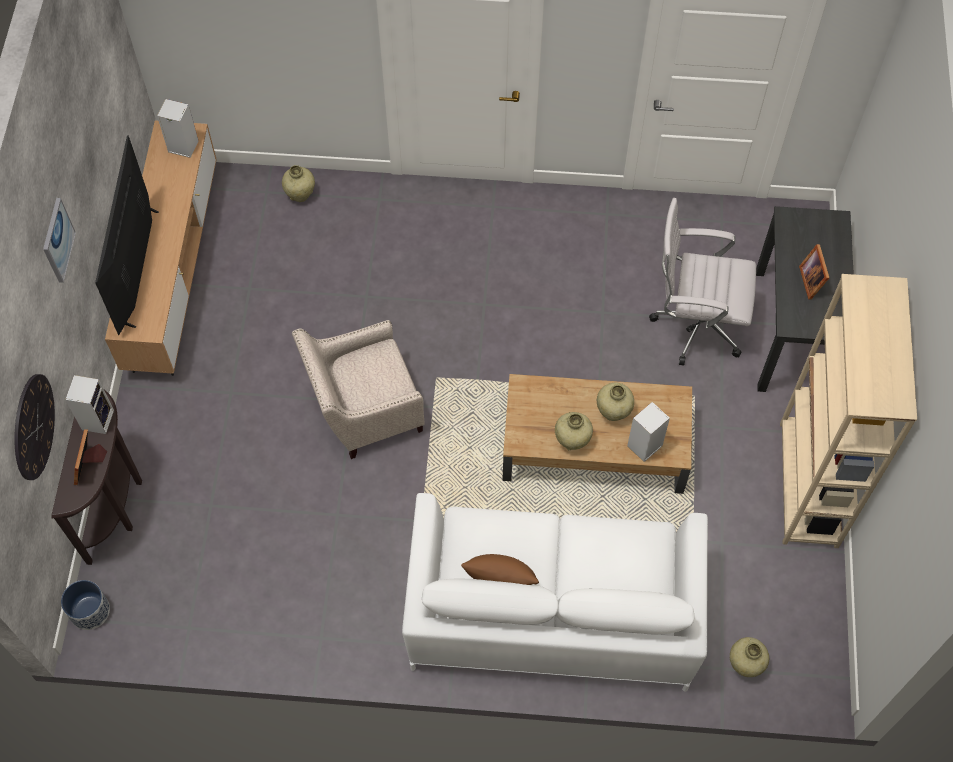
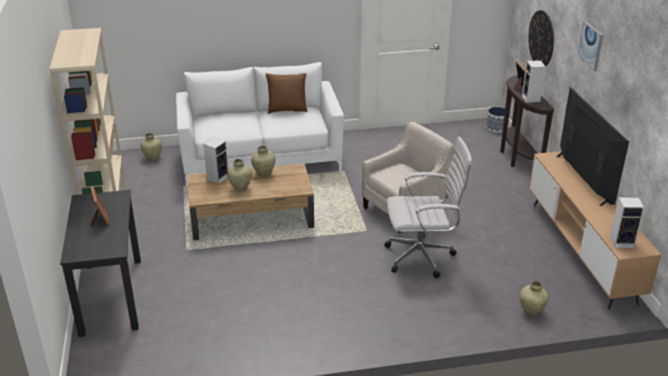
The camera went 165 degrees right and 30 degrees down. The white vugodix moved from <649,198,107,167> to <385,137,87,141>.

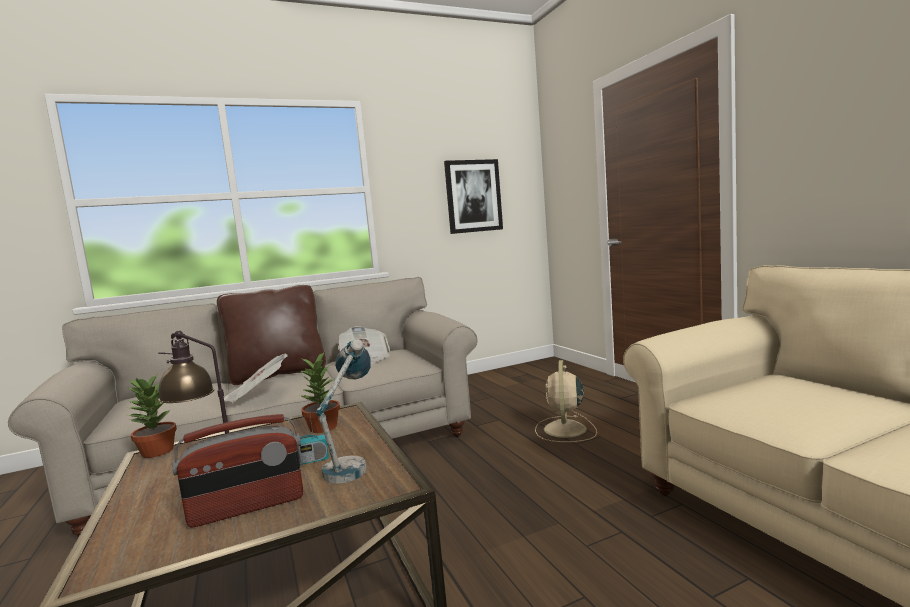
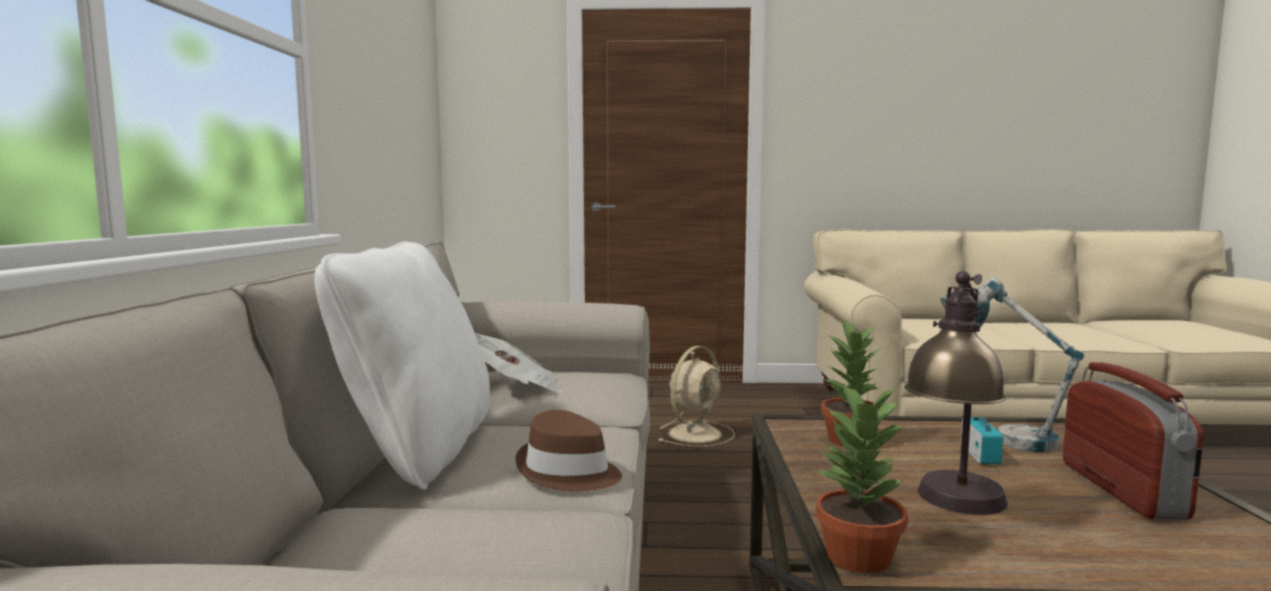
The camera went 65 degrees left and 0 degrees up. The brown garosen at <217,285,109,100> became the white garosen at <314,241,176,249>. The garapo at <224,354,64,48> was replaced by the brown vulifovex at <516,410,106,82>. The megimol at <444,159,59,75> disappeared. The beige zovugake at <535,360,62,82> turned 90 degrees counterclockwise.

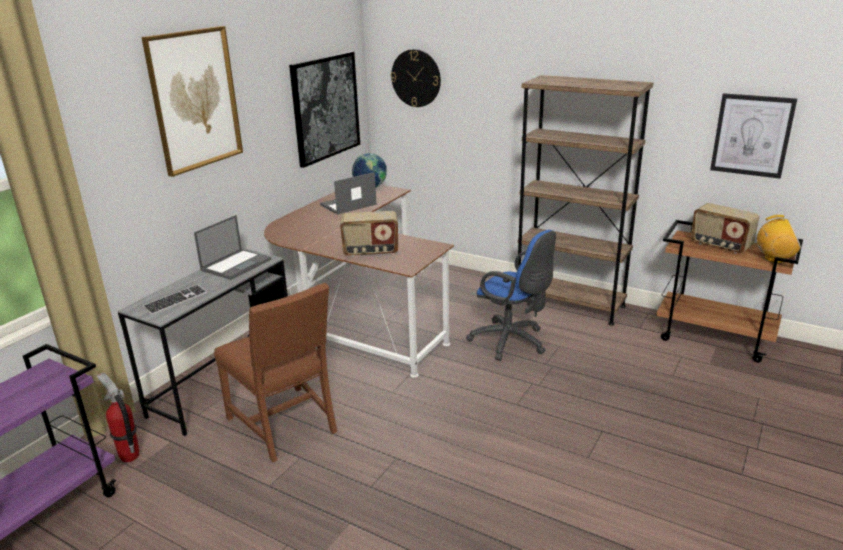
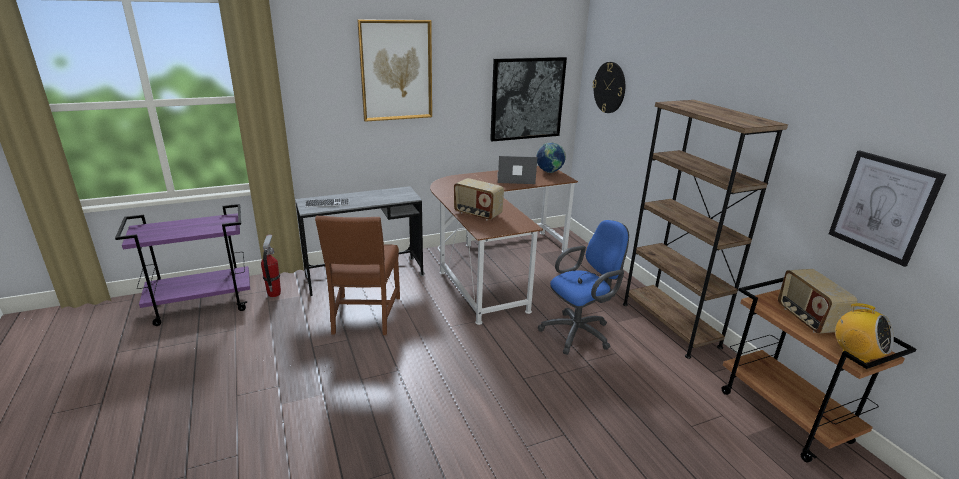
The camera went 35 degrees right and 0 degrees up. The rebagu at <194,215,77,65> disappeared. The blue vugodix at <466,230,90,131> turned 105 degrees counterclockwise.

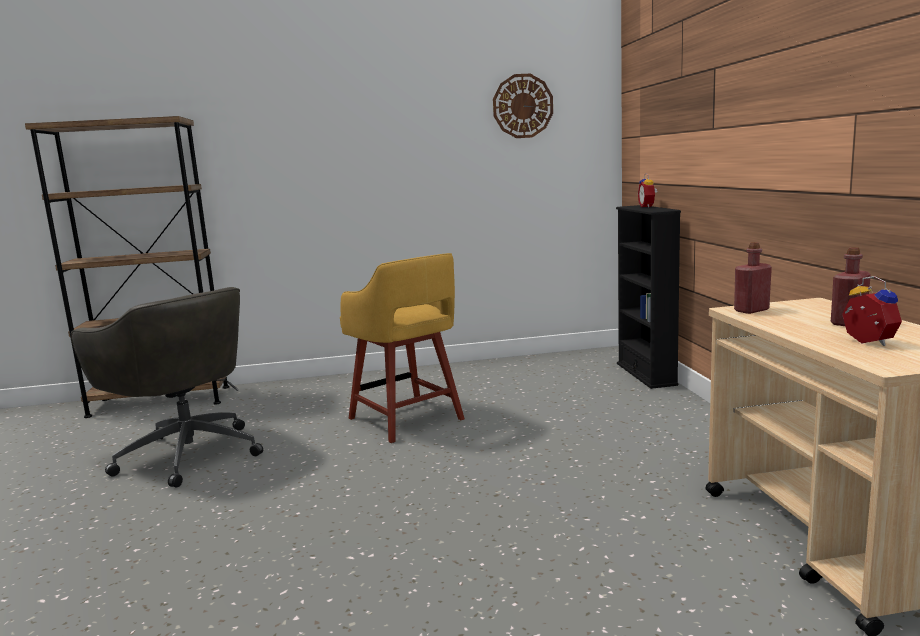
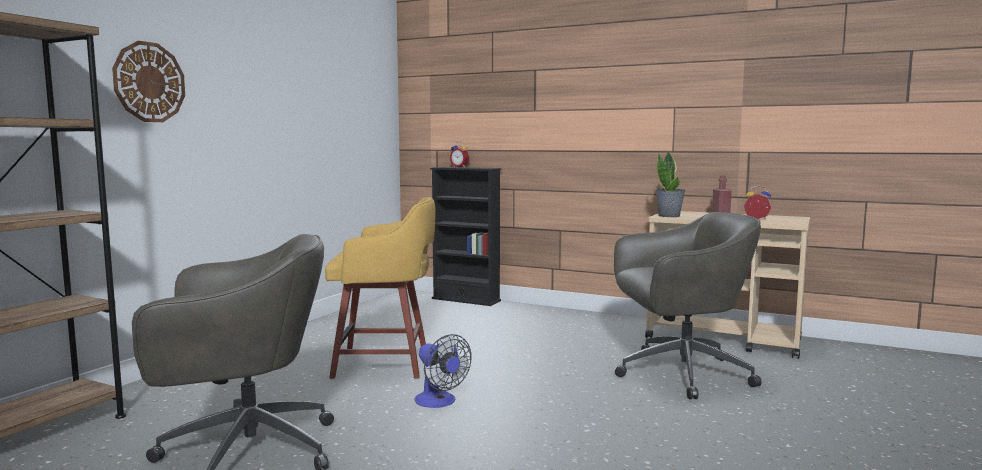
The camera went 55 degrees left and 5 degrees down. The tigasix moved from <493,74,60,64> to <112,41,73,81>. The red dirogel at <734,242,38,72> was replaced by the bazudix at <655,151,31,66>. The zovugake at <415,334,57,74> appeared. The grey vugodix at <614,212,148,187> appeared.

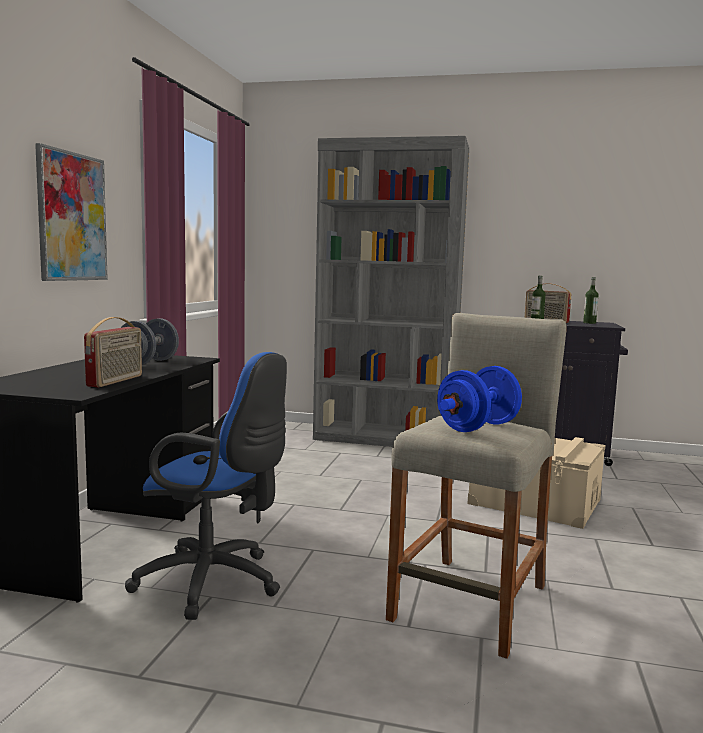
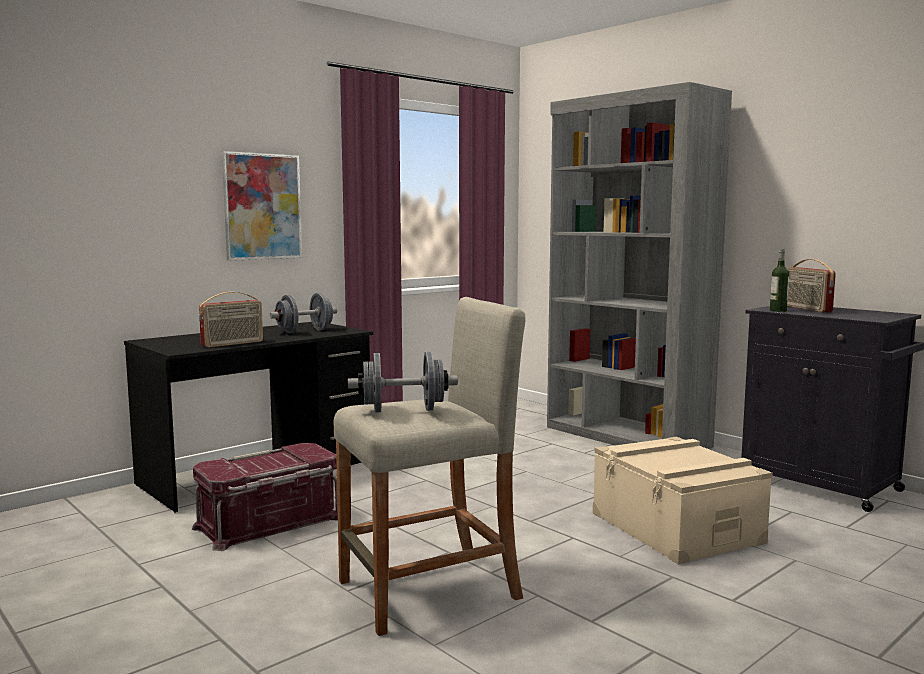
The camera went 35 degrees right and 0 degrees up. The blue vugodix at <125,352,162,268> was replaced by the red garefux at <192,443,146,108>. The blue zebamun at <437,366,85,66> became the grey zebamun at <348,352,110,60>. The dirogel at <583,277,15,47> disappeared.

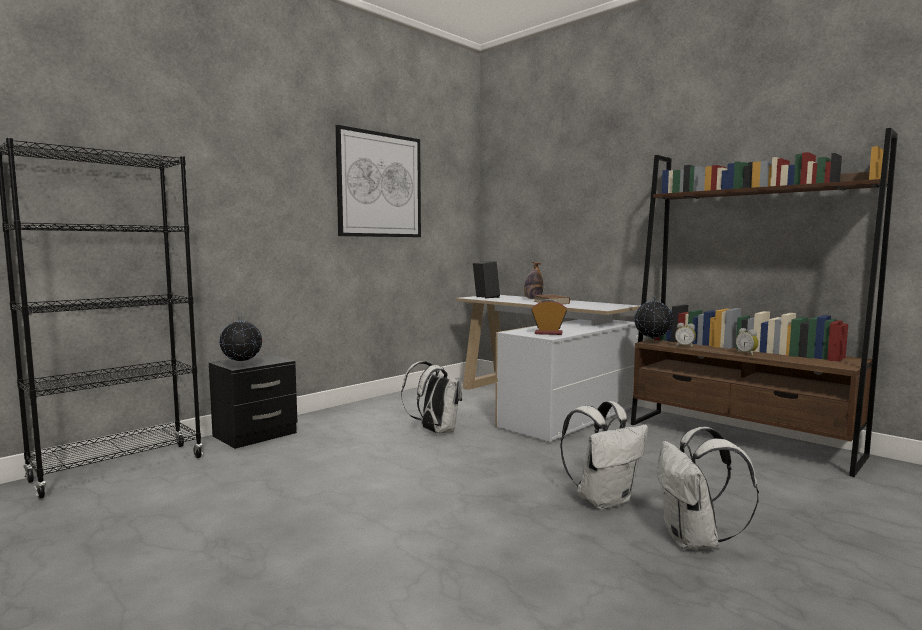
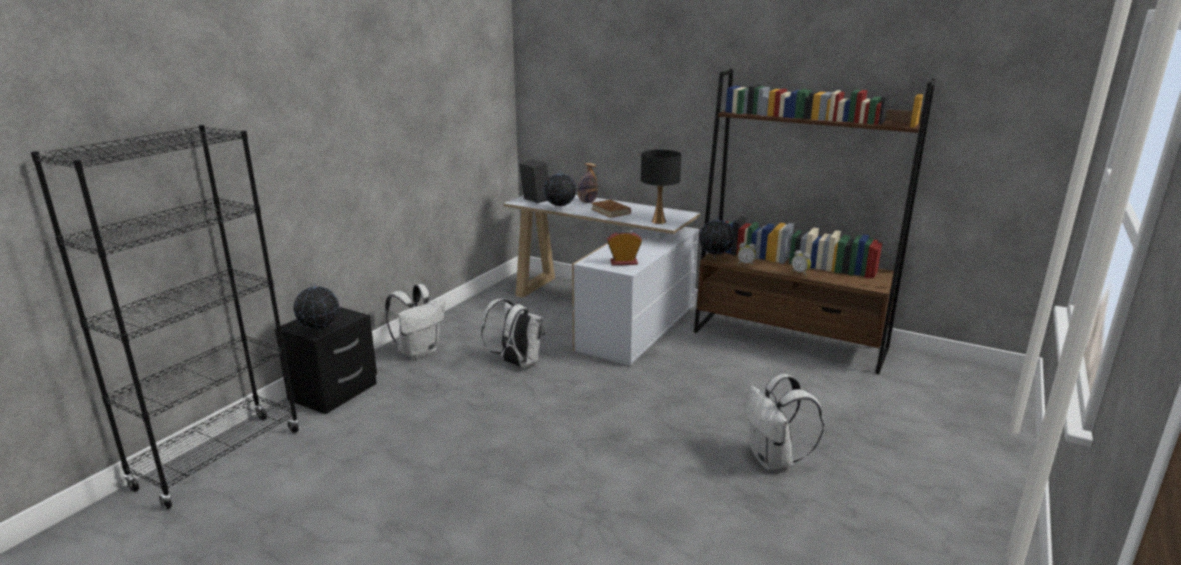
The camera went 15 degrees left and 15 degrees up. The megimol at <335,125,86,112> disappeared. The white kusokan moved from <560,401,88,109> to <385,284,60,75>. The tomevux at <544,170,32,40> appeared. The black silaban at <641,150,40,74> appeared.

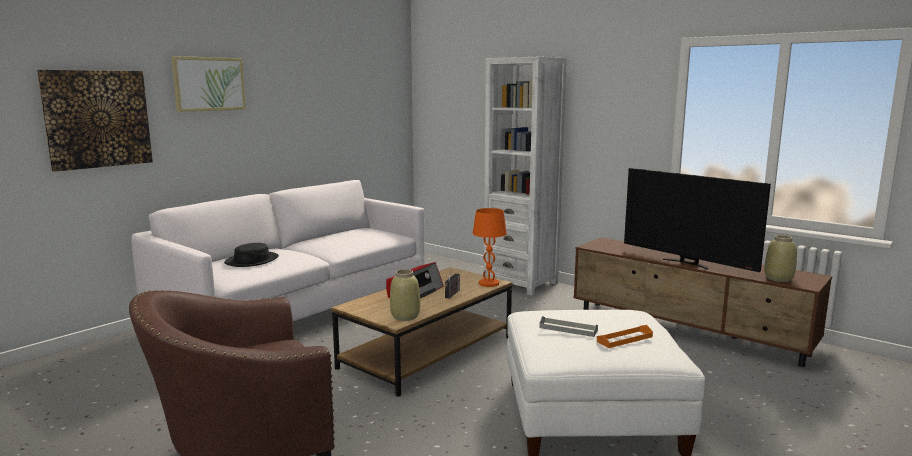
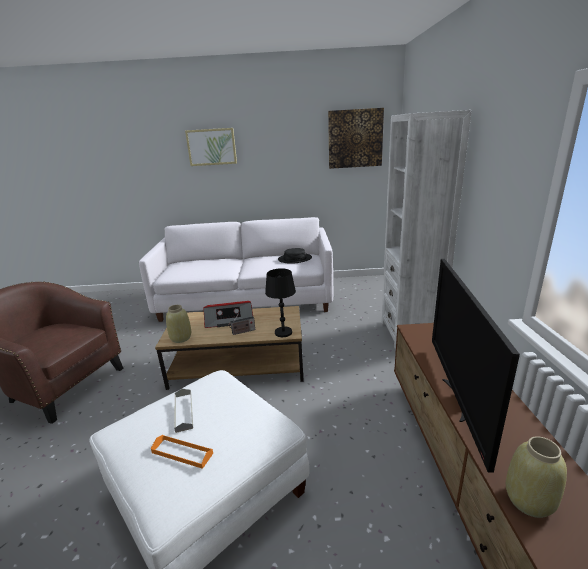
The camera went 50 degrees right and 10 degrees up. The megimol moved from <37,70,116,102> to <328,108,56,61>. The black vulifovex moved from <224,243,55,24> to <278,248,34,16>. The orange silaban at <472,208,35,79> became the black silaban at <265,268,31,69>.

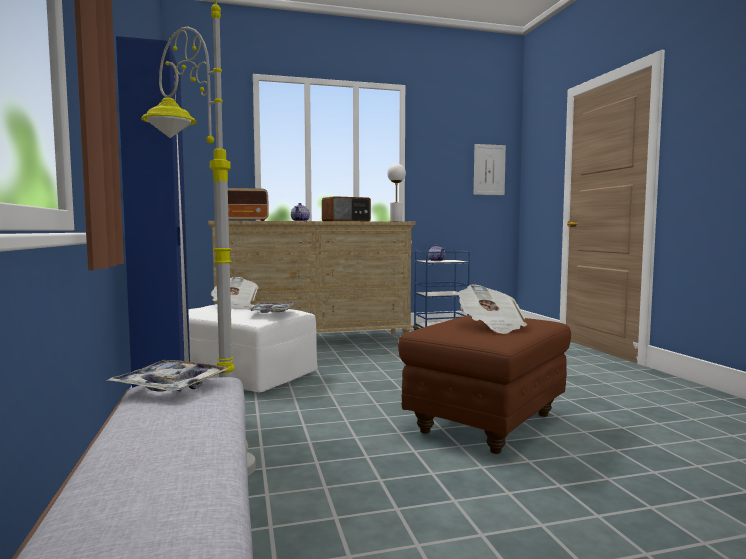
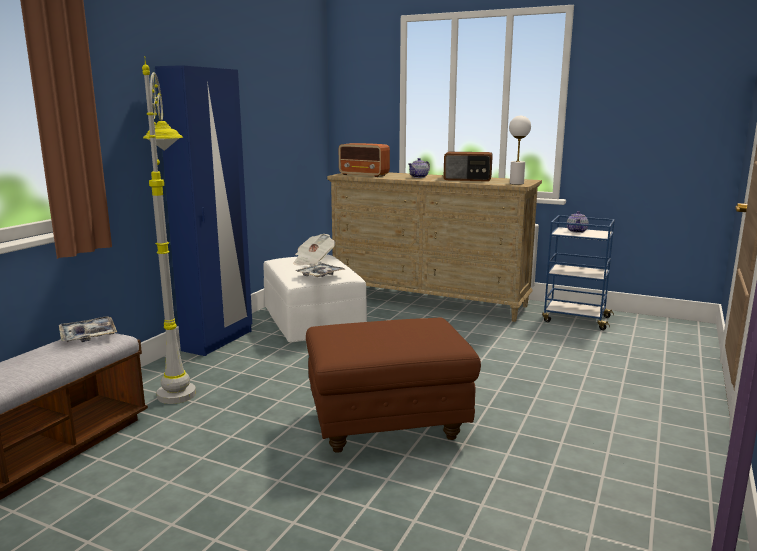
The camera went 40 degrees right and 10 degrees up. The garapo at <458,285,69,49> disappeared. The megimol at <474,144,32,51> disappeared.

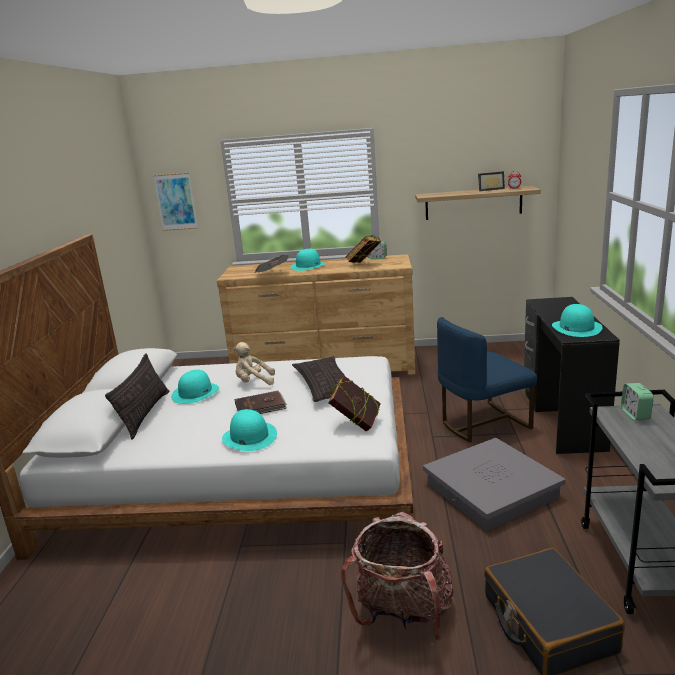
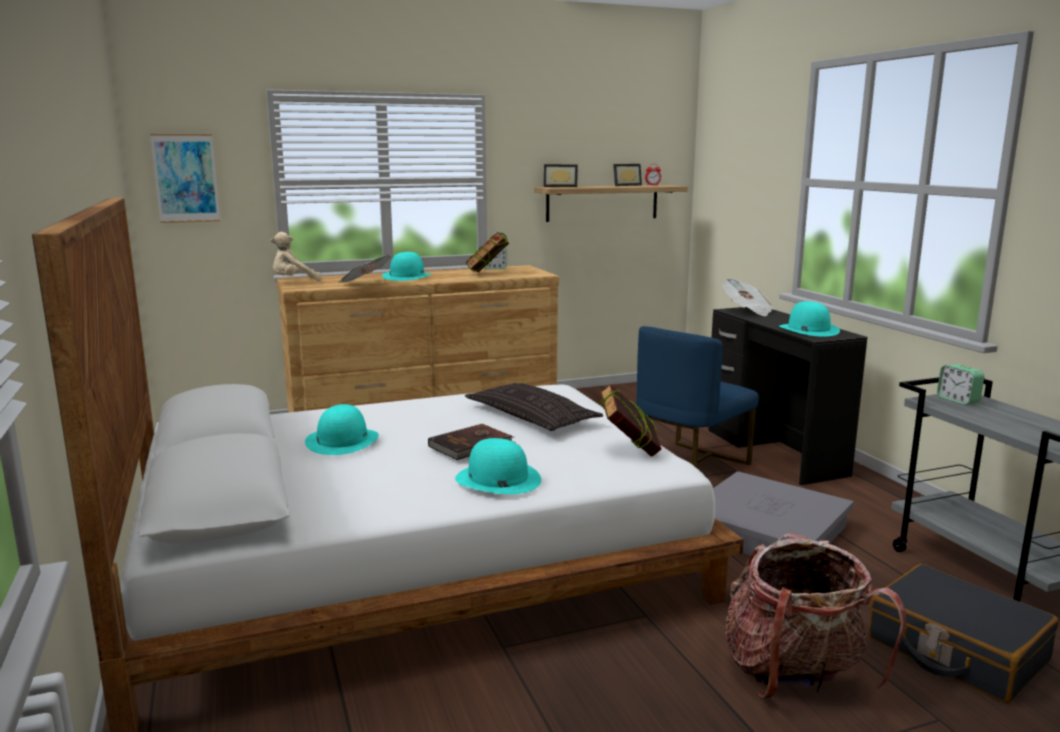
The camera went 25 degrees left and 5 degrees down. The garosen at <105,353,64,87> disappeared. The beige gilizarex moved from <233,342,42,43> to <271,232,51,49>. The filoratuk at <543,164,35,23> appeared. The garapo at <722,278,53,38> appeared.

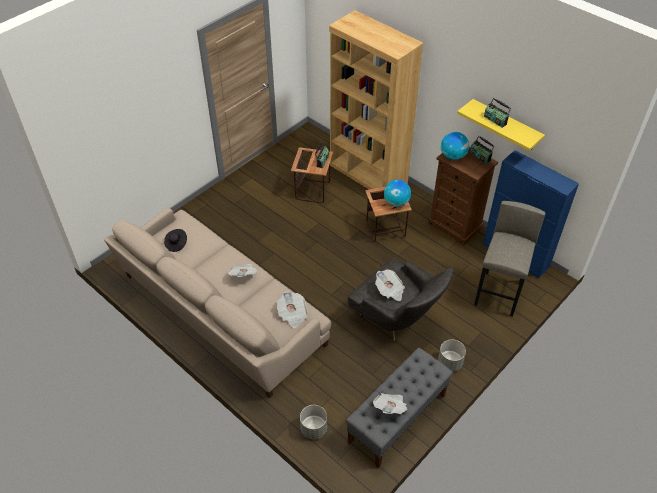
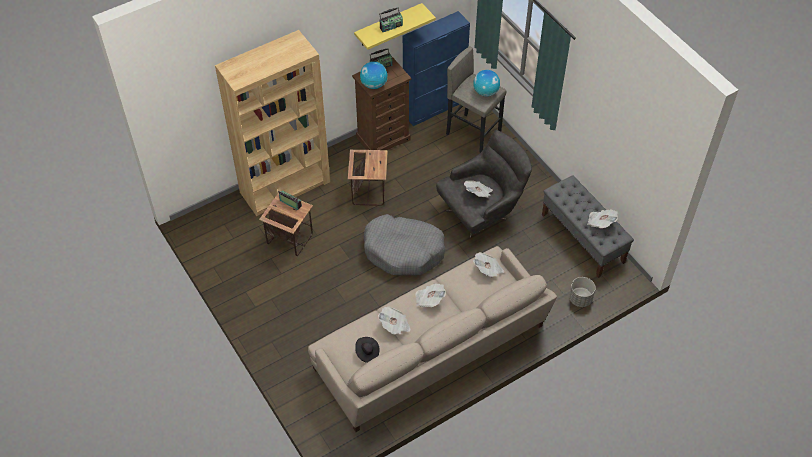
The camera went 75 degrees left and 5 degrees up. The tomevux moved from <384,180,27,27> to <473,70,27,27>. The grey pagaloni at <438,339,28,33> disappeared. The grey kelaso at <364,214,81,62> appeared. The garapo at <378,306,33,29> appeared.

